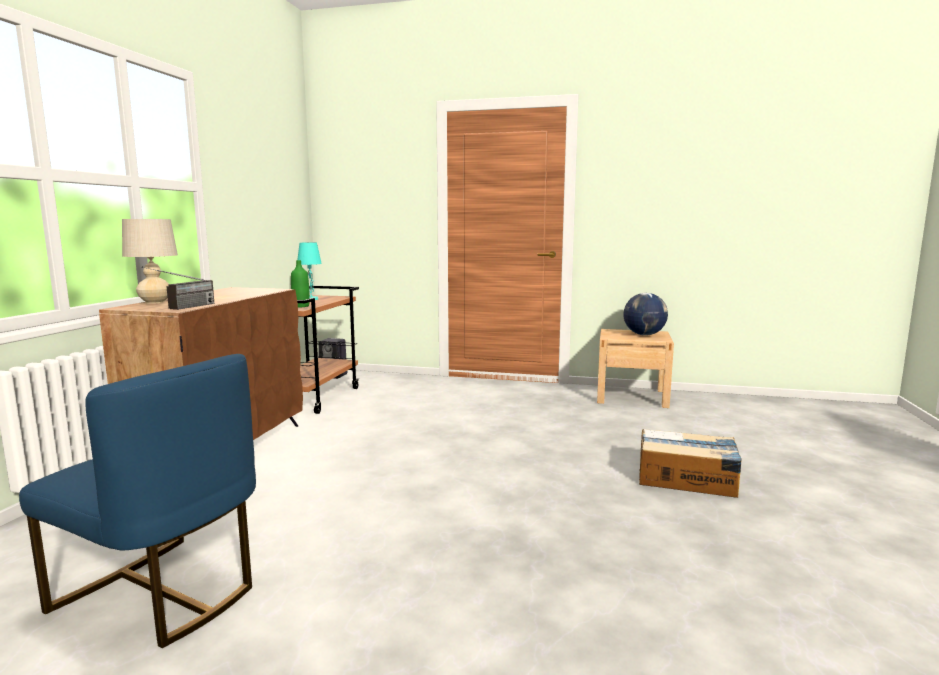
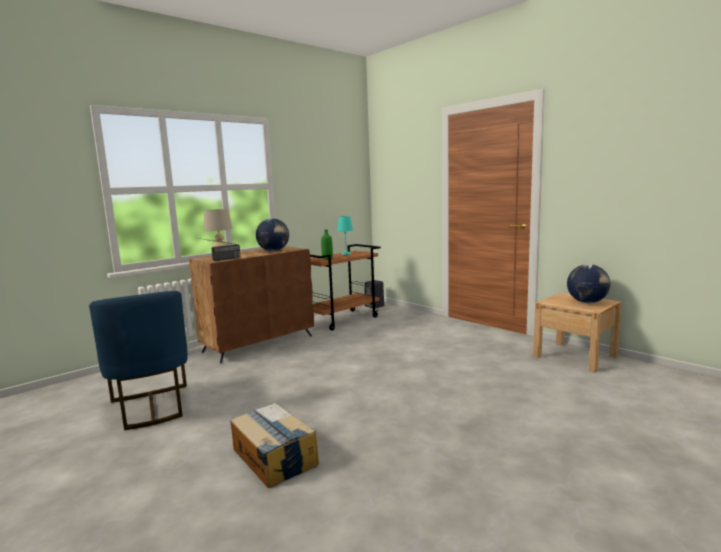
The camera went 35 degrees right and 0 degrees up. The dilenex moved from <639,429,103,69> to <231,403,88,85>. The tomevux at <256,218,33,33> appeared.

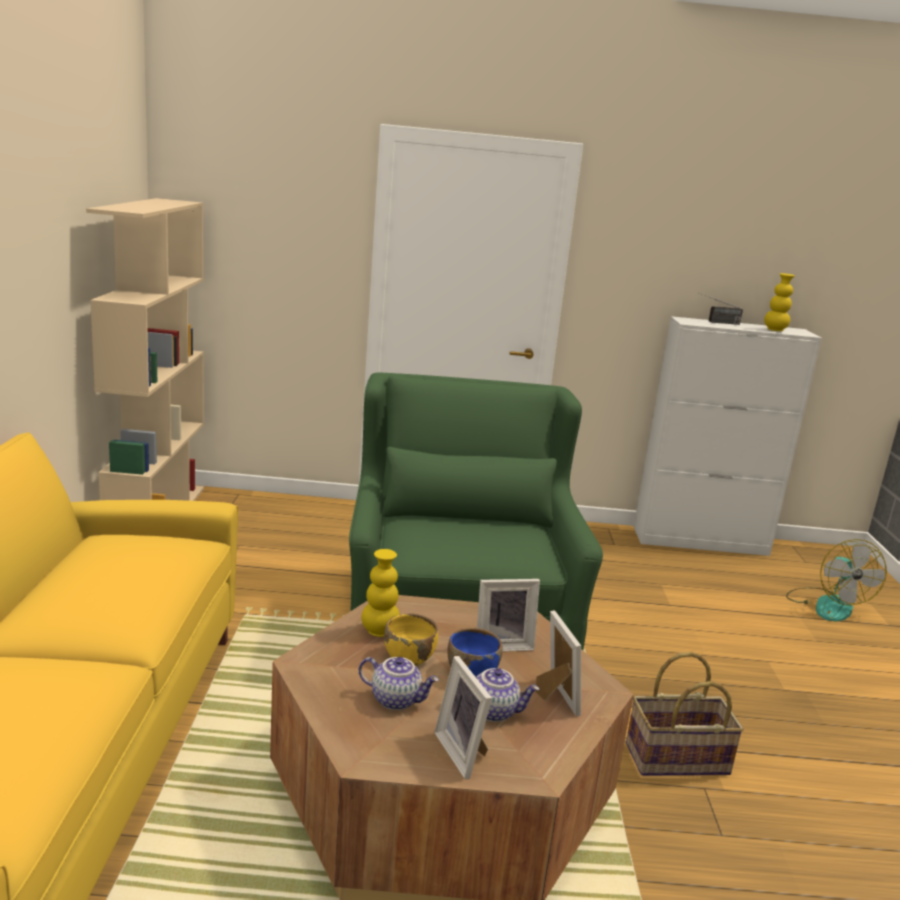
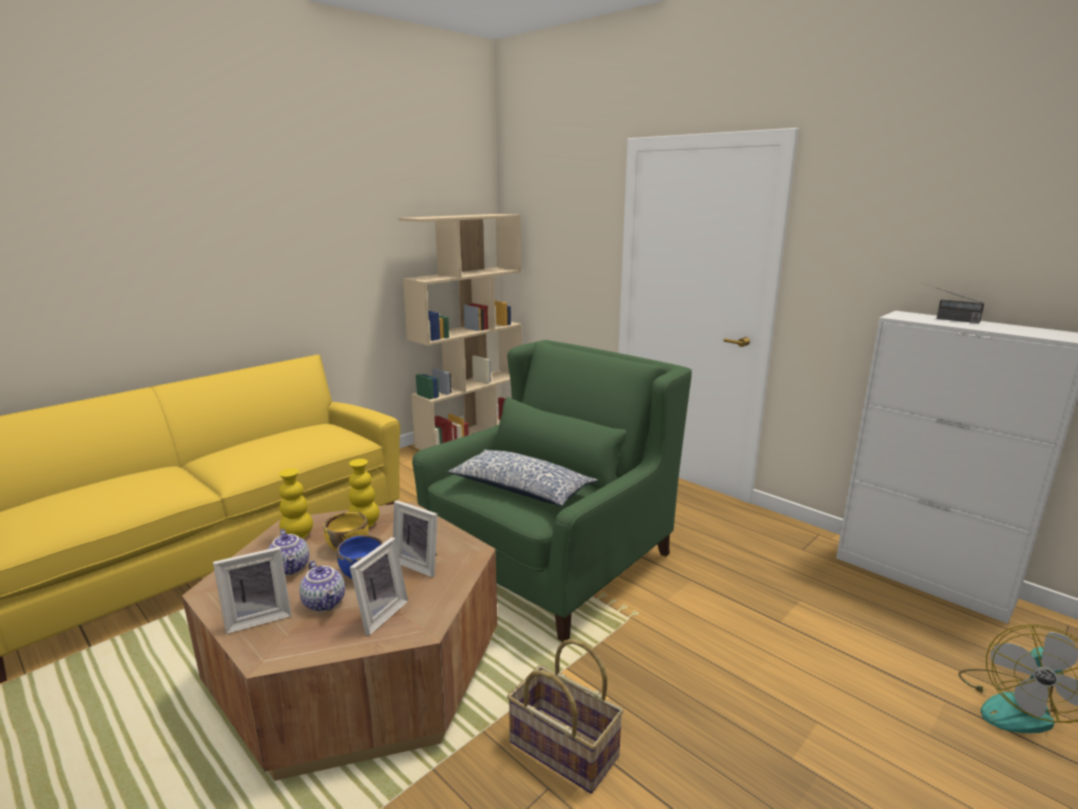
The camera went 45 degrees right and 0 degrees up. The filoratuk at <434,656,58,123> turned 135 degrees counterclockwise. The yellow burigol moved from <764,273,31,58> to <279,468,34,71>. The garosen at <448,449,150,57> appeared.

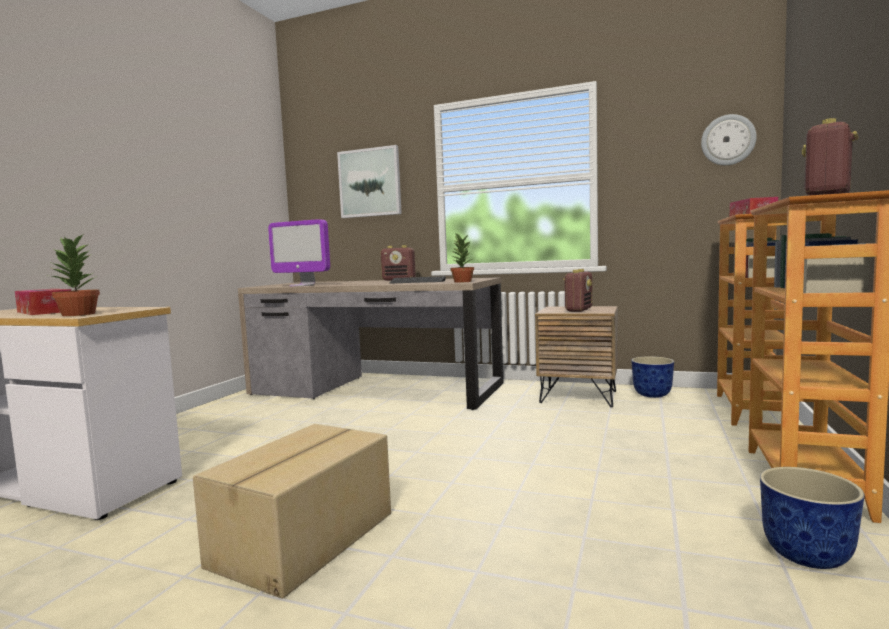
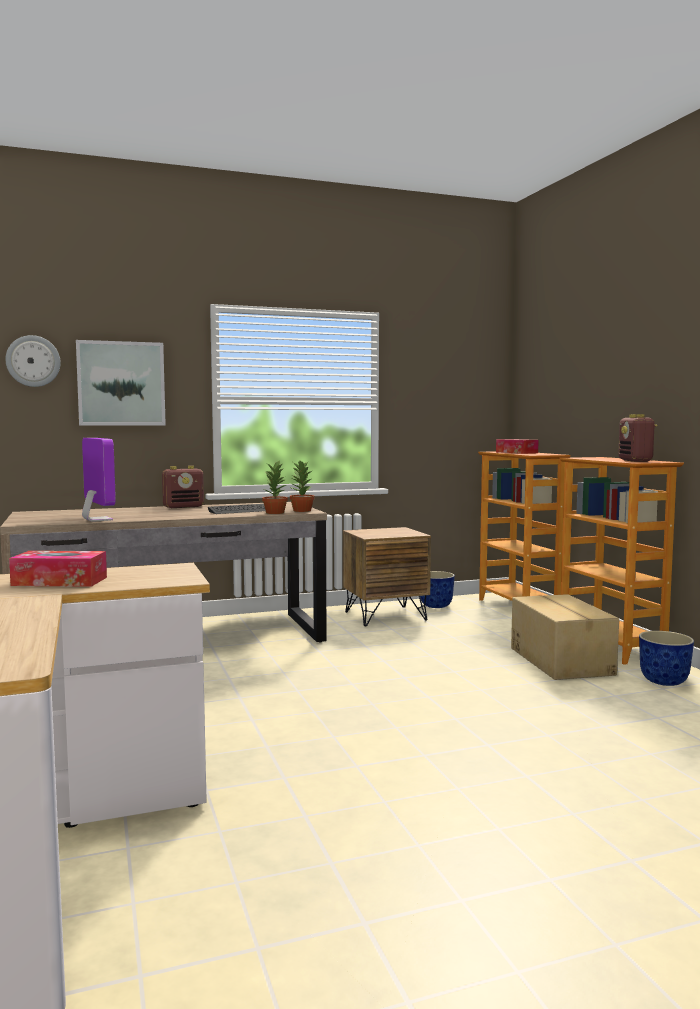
The camera went 40 degrees left and 0 degrees up. The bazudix moved from <48,233,52,83> to <262,460,26,54>. The dilenex moved from <193,424,198,175> to <511,594,108,86>. The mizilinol at <268,219,62,67> turned 105 degrees counterclockwise. The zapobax at <563,269,29,43> disappeared. The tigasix moved from <701,114,56,51> to <5,335,56,52>.

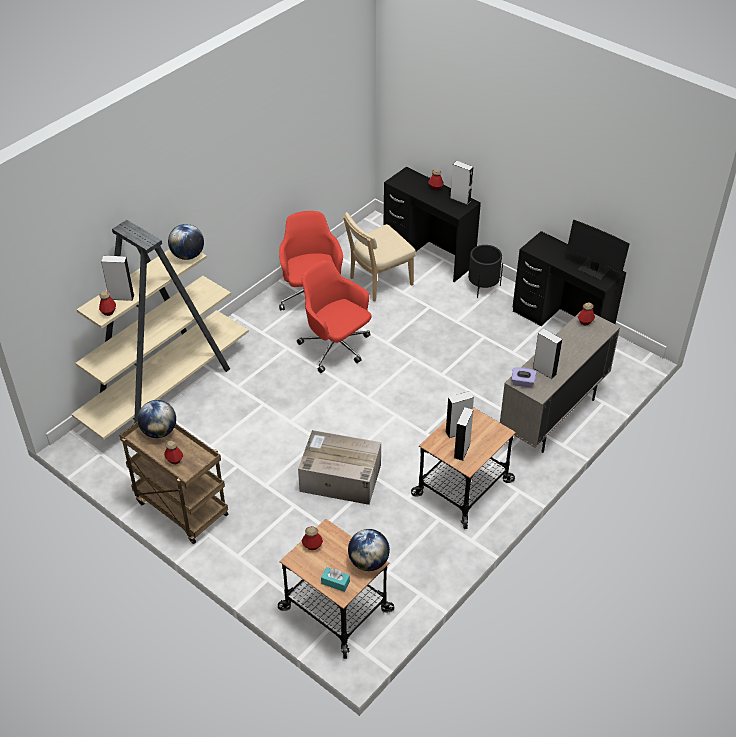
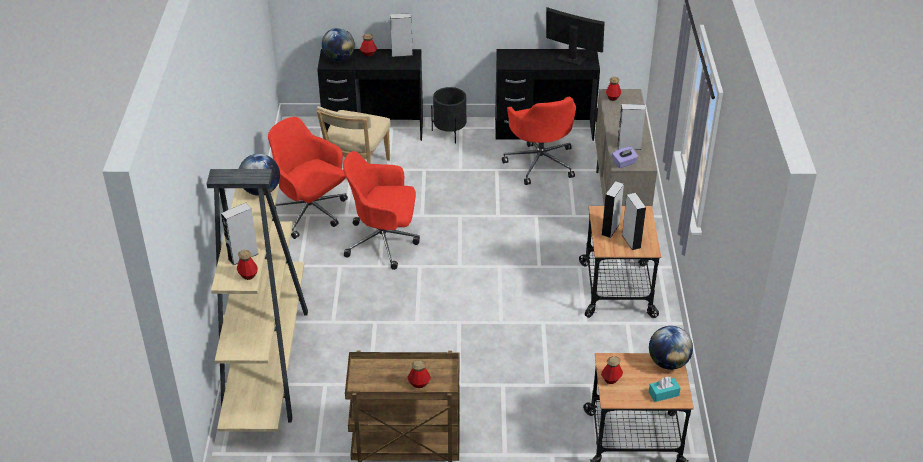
The camera went 40 degrees left and 5 degrees down. The tomevux moved from <138,400,38,38> to <322,28,33,33>. The dilenex at <298,430,83,75> disappeared. The mizilinol at <567,220,63,60> turned 150 degrees counterclockwise. The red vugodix at <502,97,74,88> appeared.

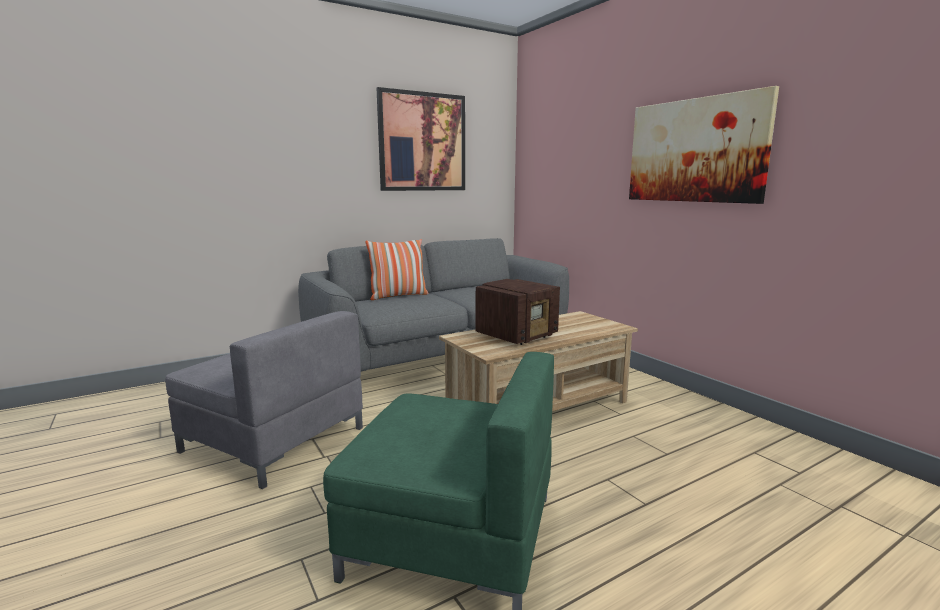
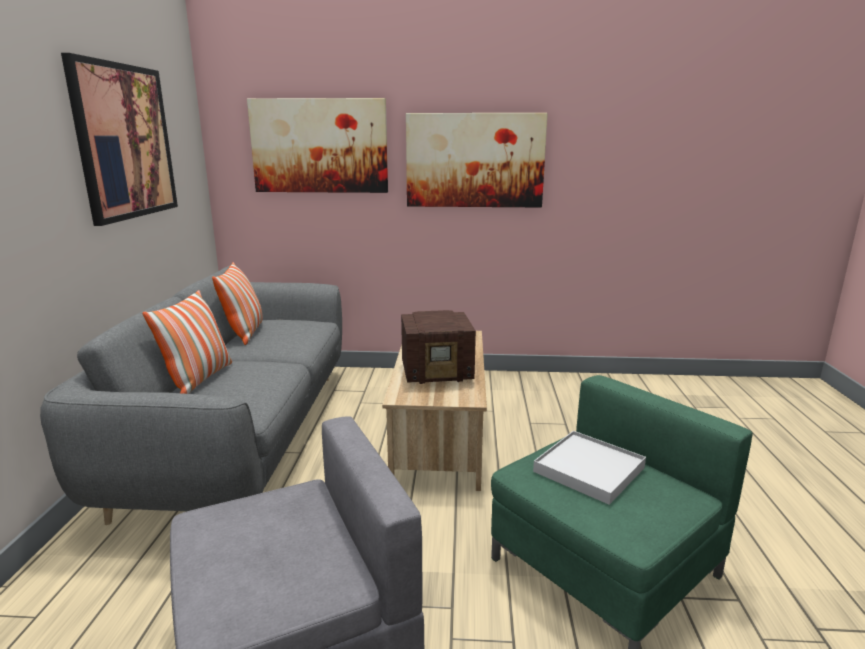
The camera went 55 degrees left and 5 degrees up. The zapobax at <476,279,84,66> turned 90 degrees clockwise. The garosen at <212,262,51,83> appeared. The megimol at <247,98,141,95> appeared. The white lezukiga at <533,431,113,74> appeared.

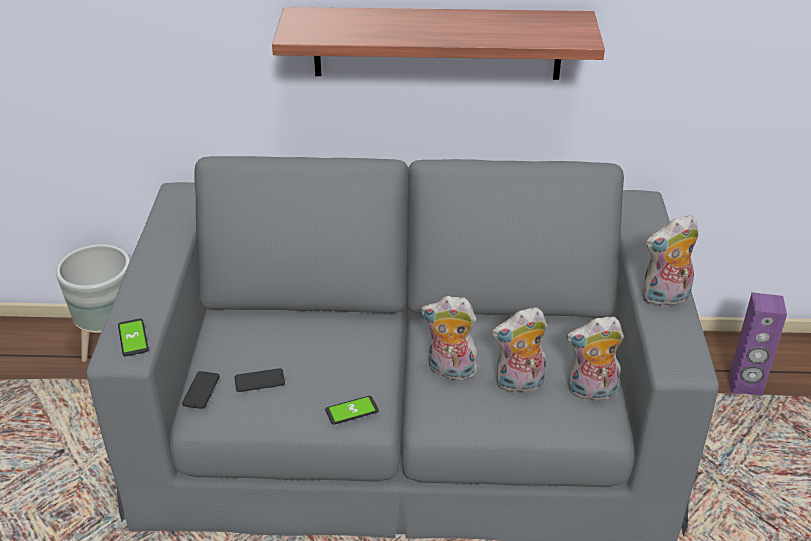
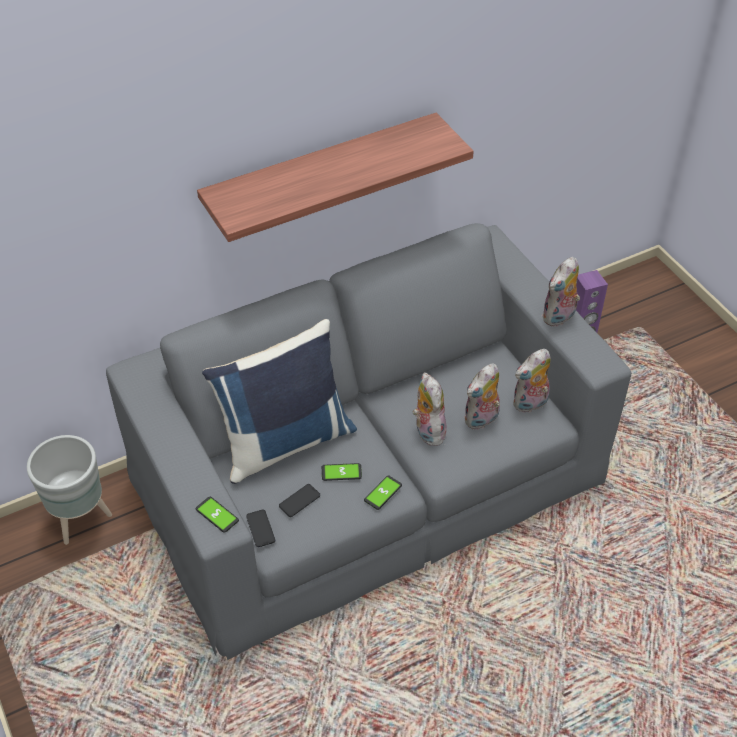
The camera went 30 degrees left and 10 degrees up. The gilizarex at <421,296,56,85> turned 90 degrees clockwise. The blue garosen at <202,319,155,165> appeared. The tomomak at <322,463,40,18> appeared.

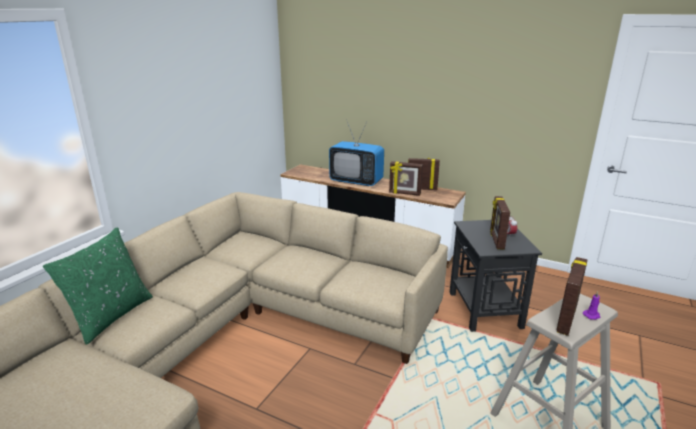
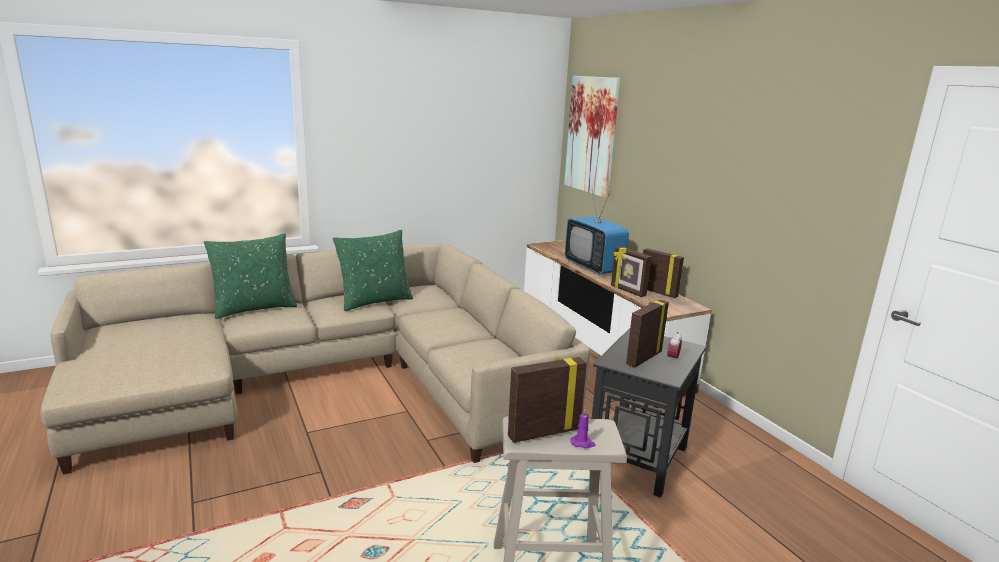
The camera went 35 degrees right and 5 degrees down. The green garosen at <333,230,80,81> appeared. The megimol at <564,76,56,122> appeared.

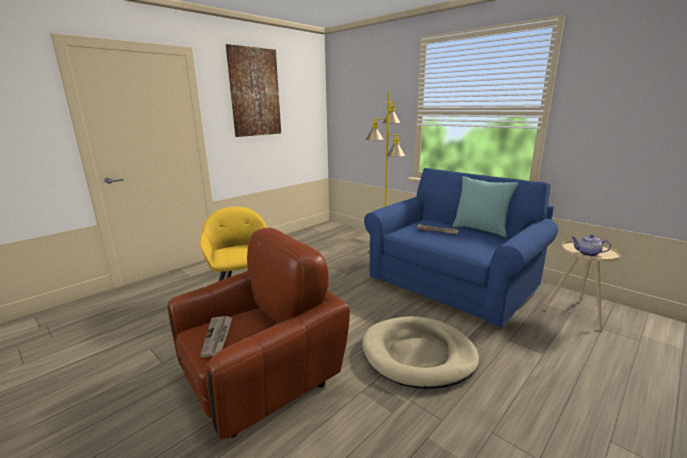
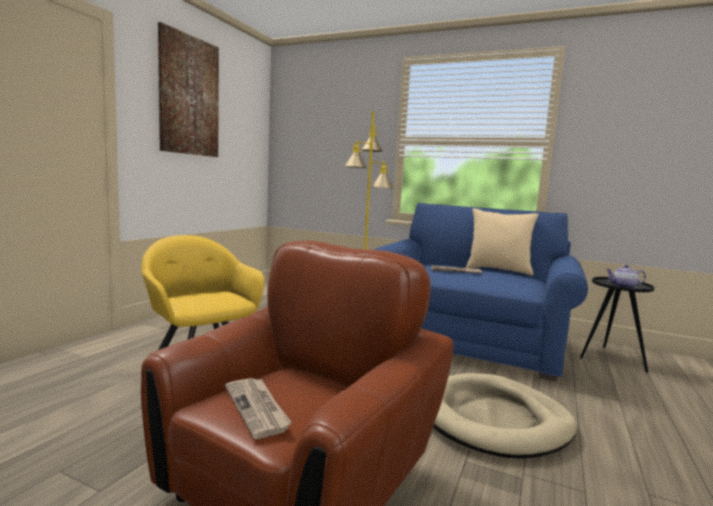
The camera went 20 degrees left and 10 degrees down. The turquoise garosen at <452,176,66,61> became the beige garosen at <466,208,73,68>. The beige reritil at <543,240,78,91> became the black reritil at <580,277,75,96>.

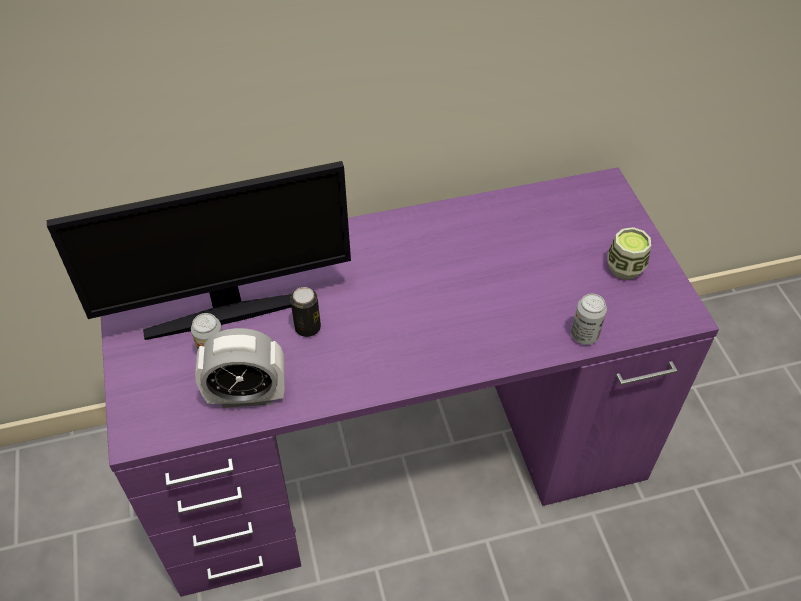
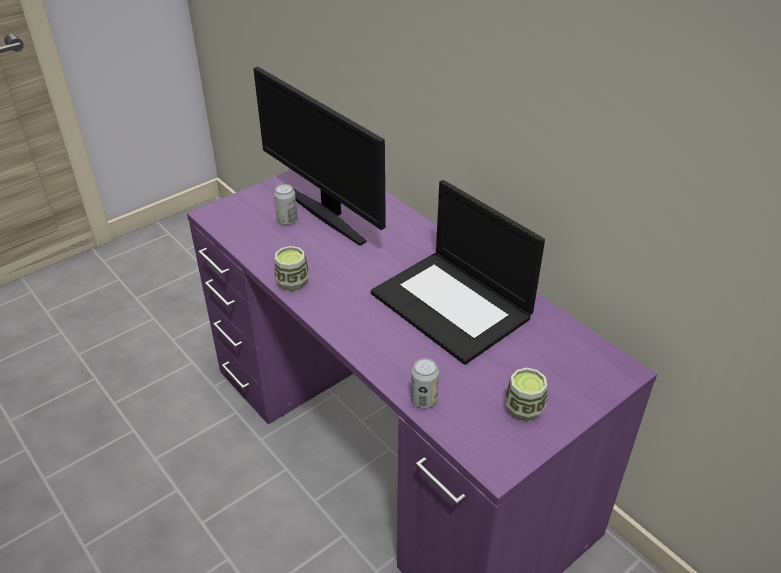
The camera went 65 degrees right and 10 degrees down. The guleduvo at <195,328,89,80> disappeared. The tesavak at <290,287,31,50> disappeared. The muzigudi at <275,246,34,45> appeared. The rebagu at <371,180,174,185> appeared.

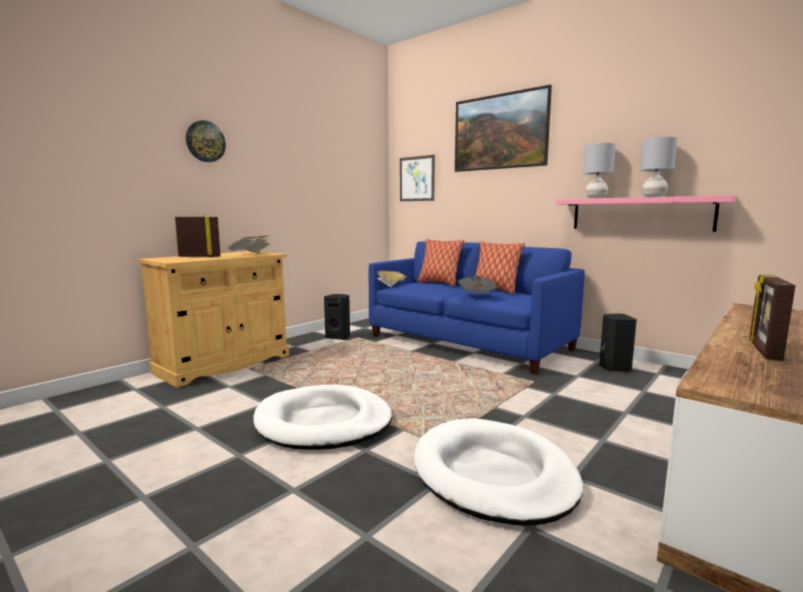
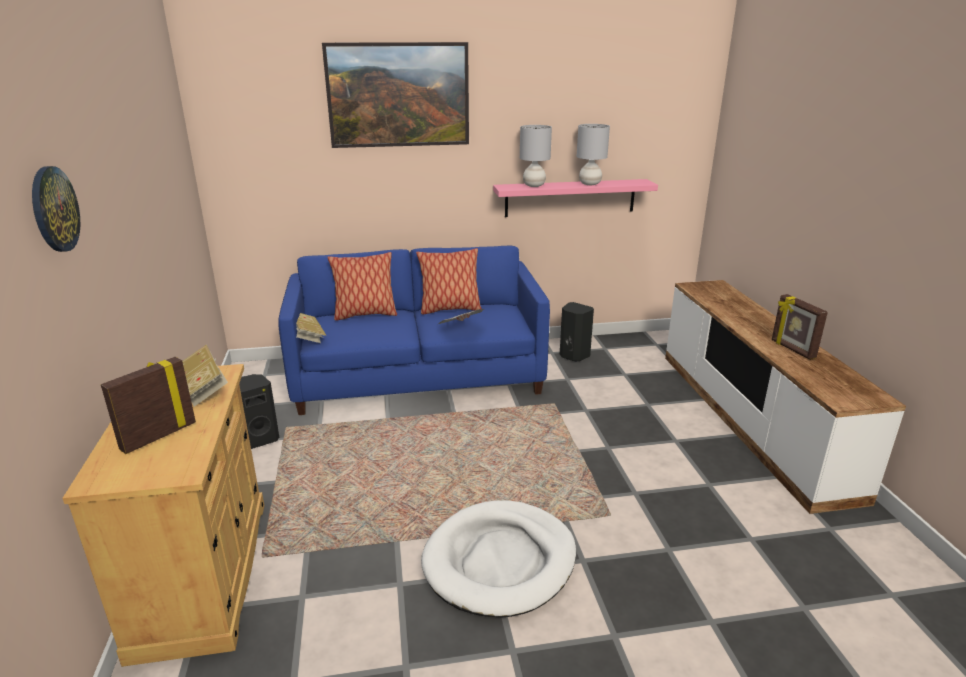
The camera went 50 degrees left and 15 degrees up. The megimol at <400,155,35,46> disappeared. The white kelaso at <414,418,169,108> disappeared.

